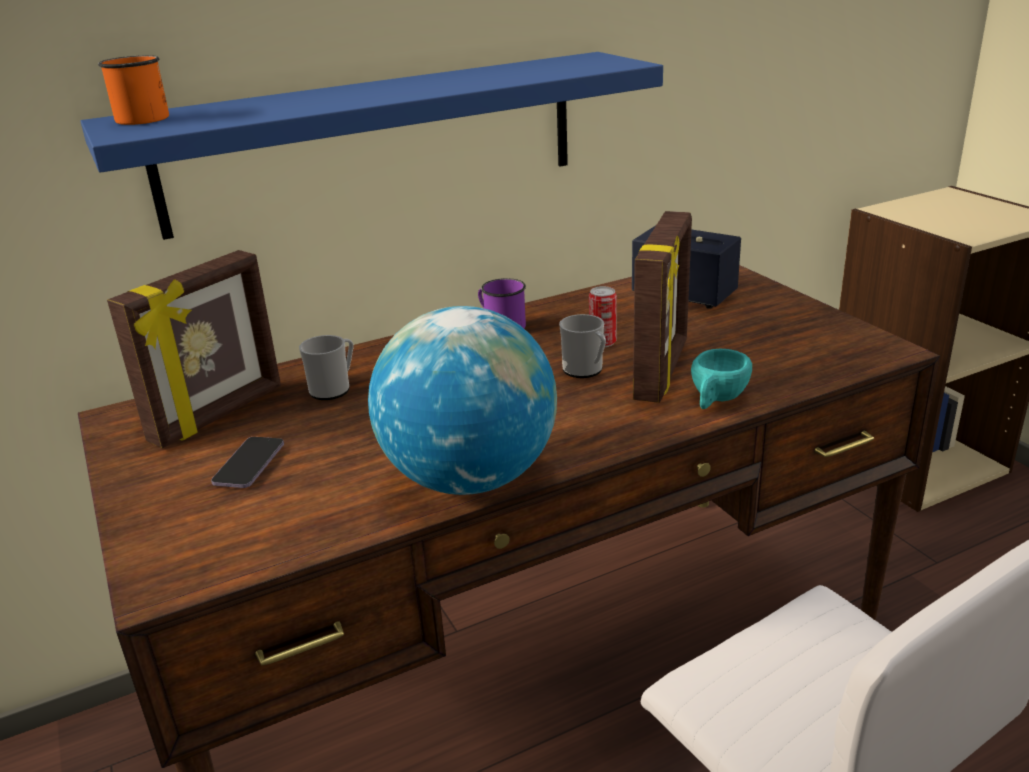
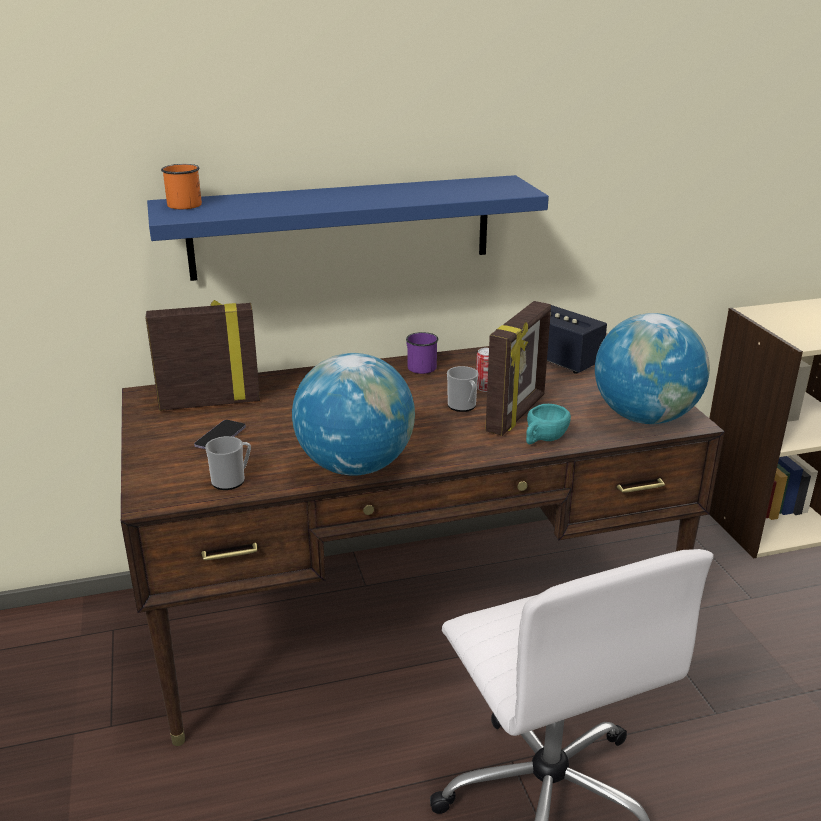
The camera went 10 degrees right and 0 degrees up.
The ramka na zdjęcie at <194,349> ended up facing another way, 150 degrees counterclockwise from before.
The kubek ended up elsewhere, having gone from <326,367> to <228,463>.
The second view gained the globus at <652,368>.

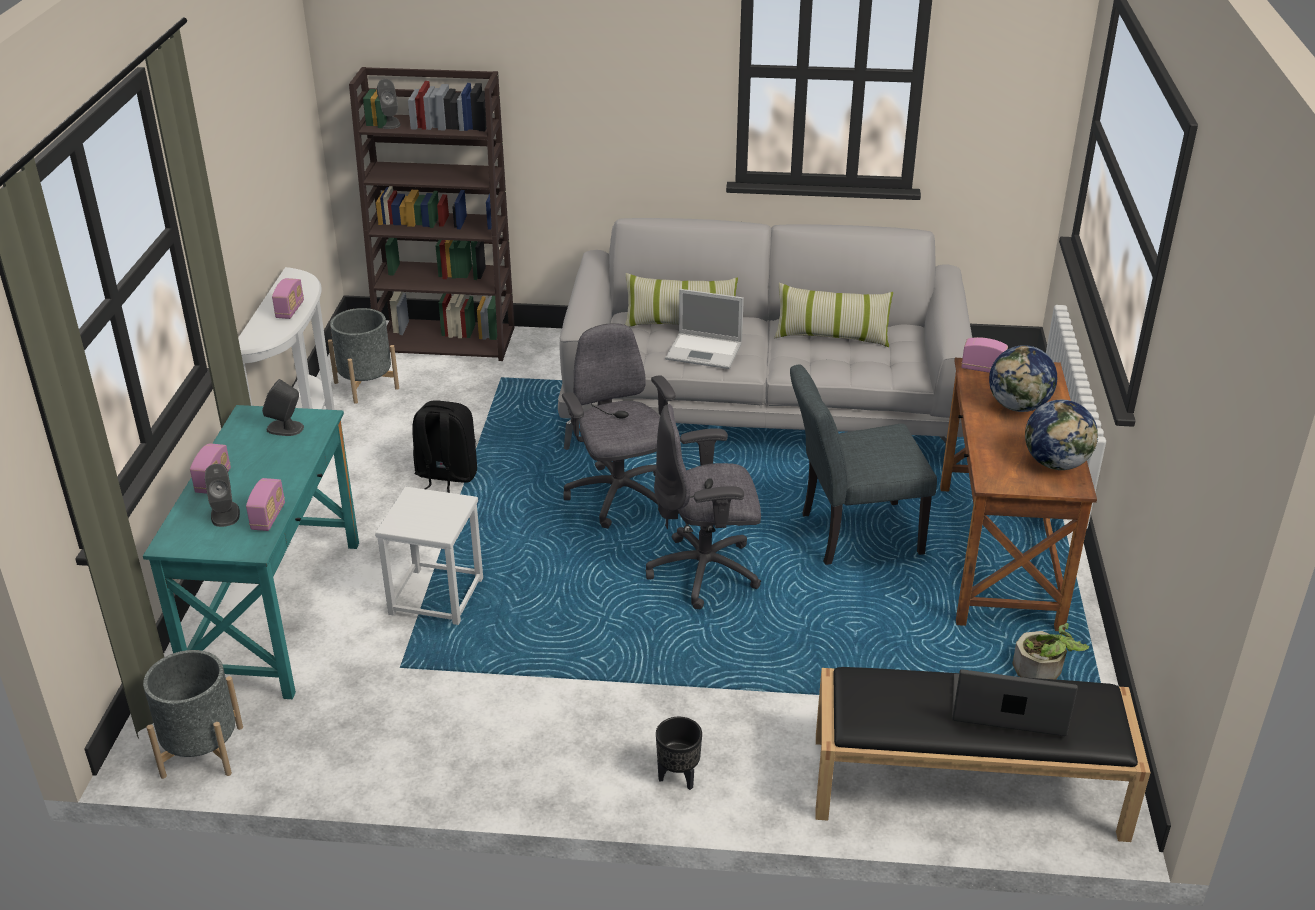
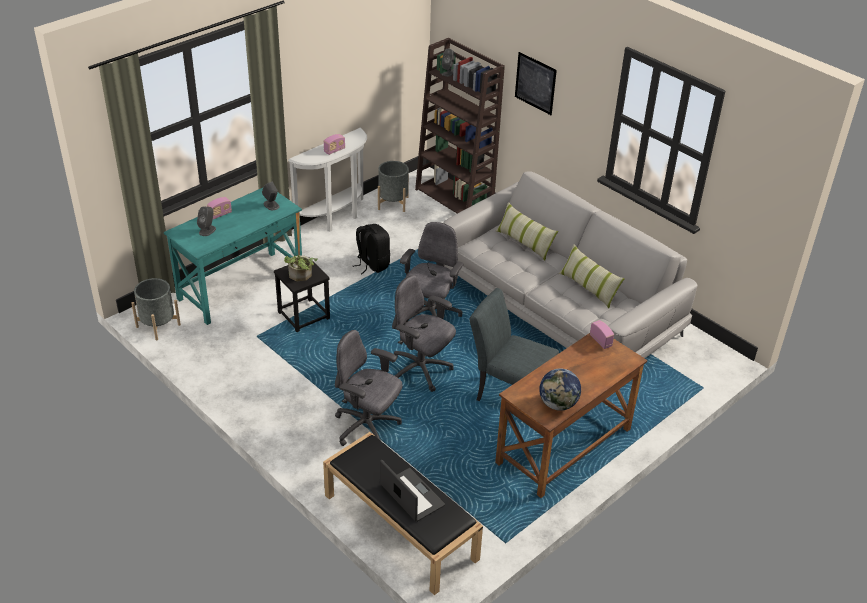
The camera went 40 degrees right and 5 degrees up.
The second view lost the radio at <265,504>.
What was the stołek [biały] at <429,556> turned into the stołek [czarny] at <302,297>.
The second view lost the donica [czarny] at <679,753>.
The second view lost the laptop at <704,329>.
The second view lost the globus at <1023,378>.
The roślina doniczkowa ended up elsewhere, having gone from <1051,651> to <301,268>.
The second view gained the krzesło biurowe [szary] at <369,388>.
The second view gained the obraz at <536,83>.

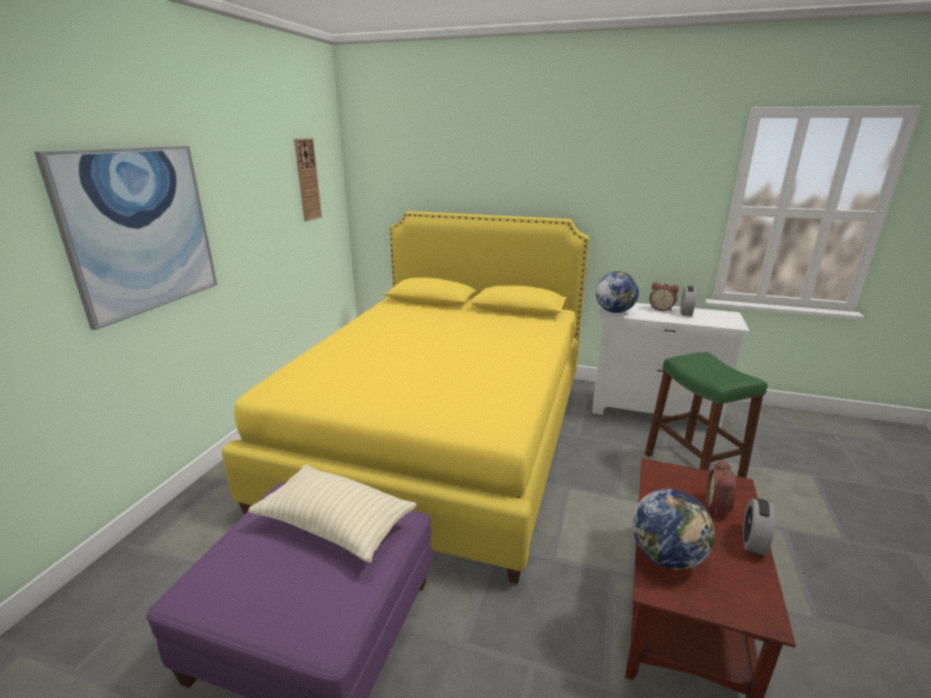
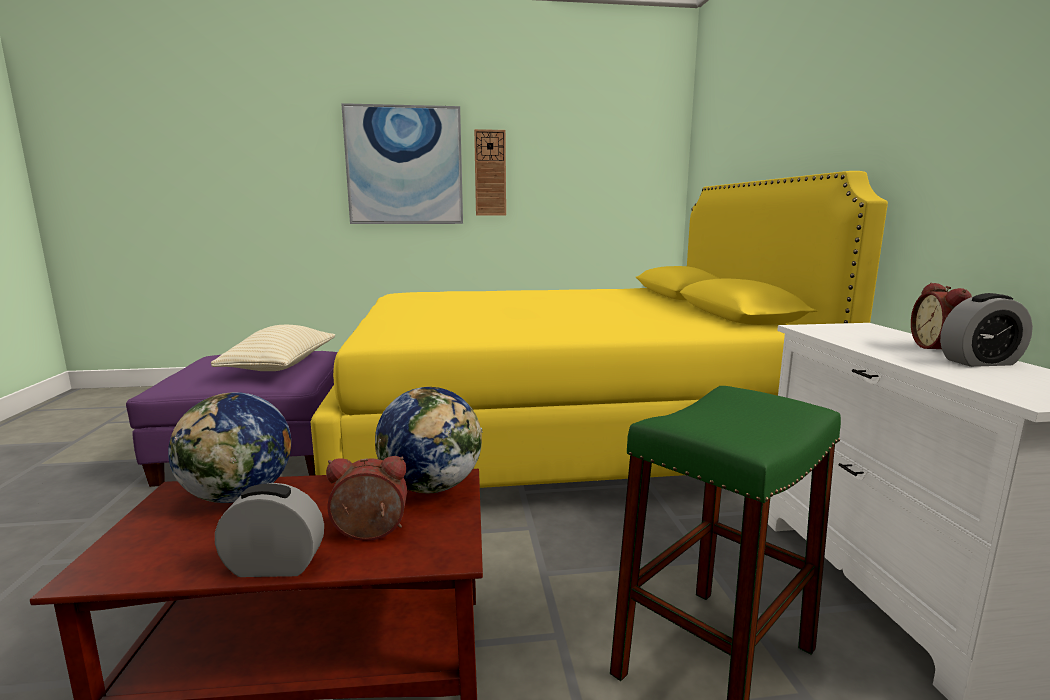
The camera went 65 degrees right and 10 degrees down.
The zegar ścienny ended up elsewhere, having gone from <308,179> to <490,172>.
The globus ended up elsewhere, having gone from <617,292> to <429,440>.

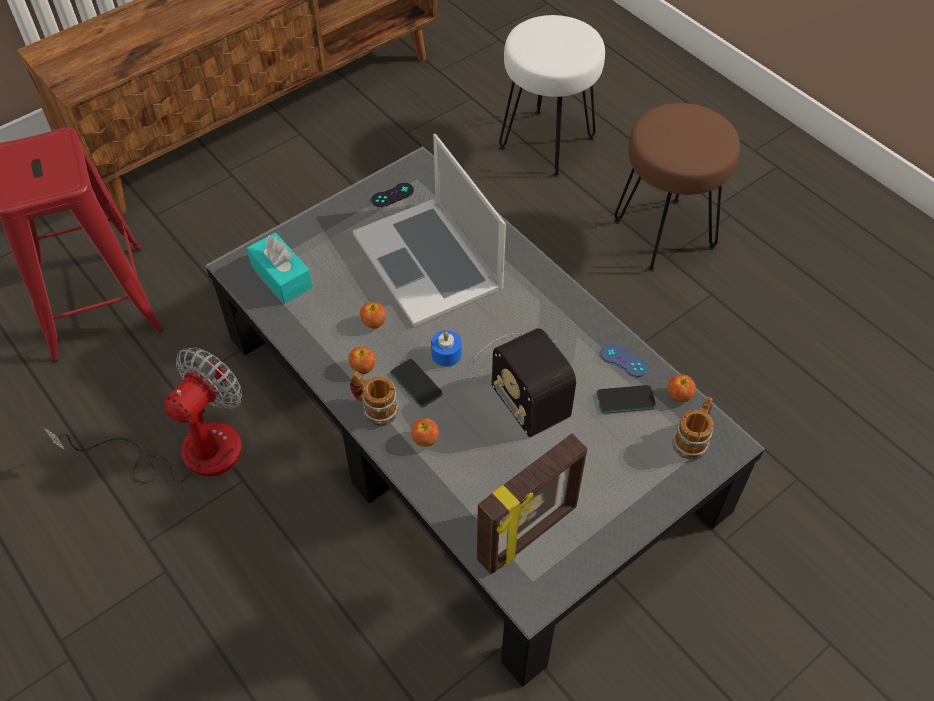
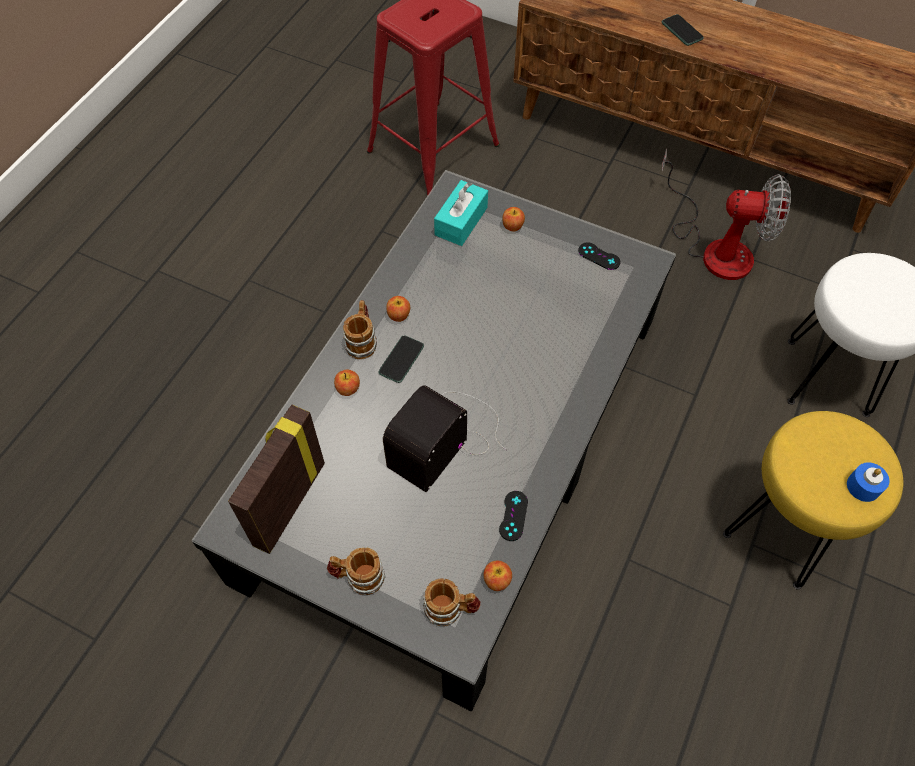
The camera went 65 degrees right and 5 degrees up.
The wentylator ended up elsewhere, having gone from <143,415> to <726,214>.
The second view lost the laptop at <429,230>.
The jabłko ended up elsewhere, having gone from <372,315> to <513,219>.
The świeca [niebieski] ended up elsewhere, having gone from <446,348> to <868,482>.
The ramka na zdjęcie at <532,504> ended up facing another way, 90 degrees clockwise from before.
The telefon ended up elsewhere, having gone from <626,399> to <683,30>.
What was the pad do gier [niebieski] at <624,360> turned into the pad do gier [czarny] at <513,516>.
What was the stołek [brązowy] at <677,187> turned into the stołek [żółty] at <813,500>.
The second view gained the kubek at <356,571>.

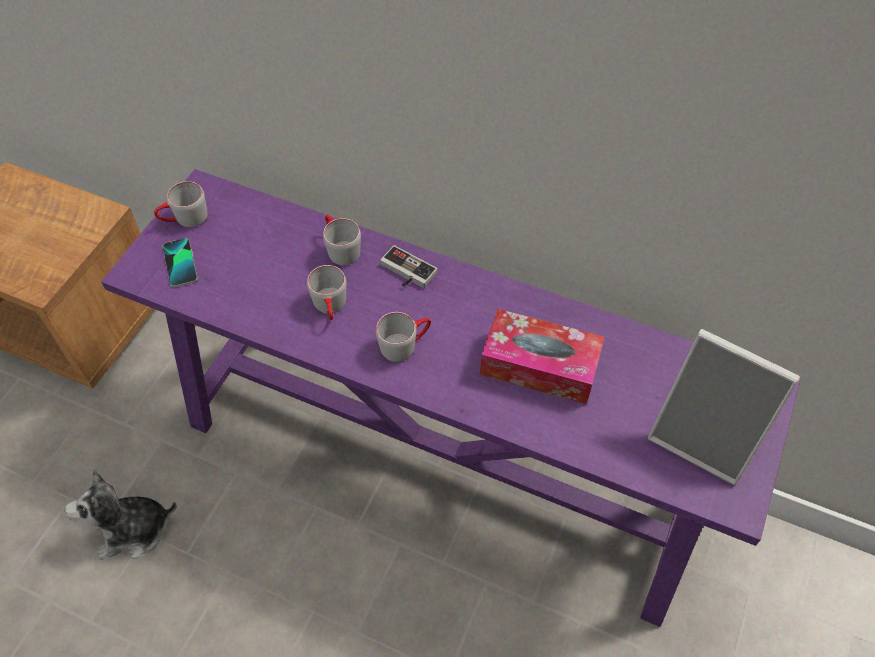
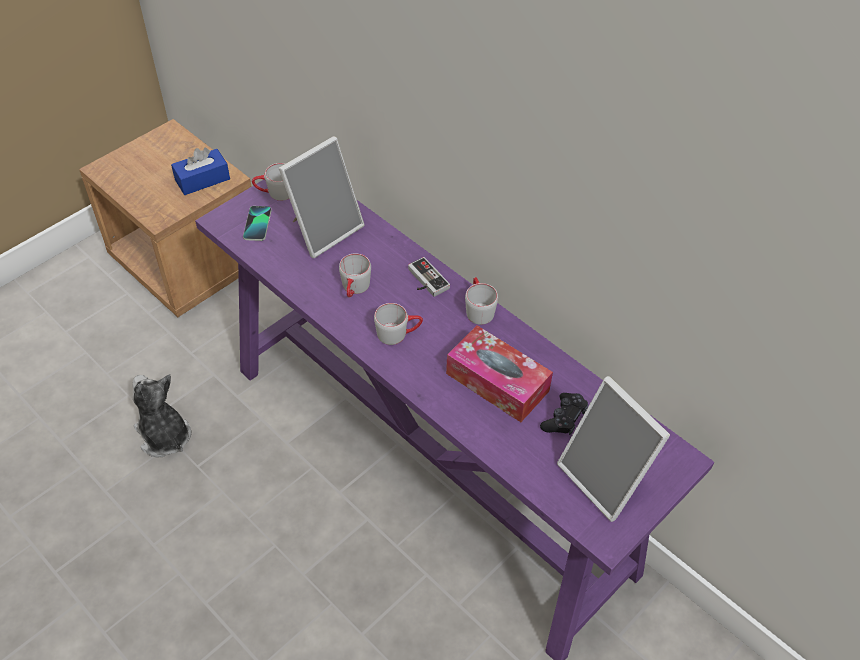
The camera went 20 degrees right and 5 degrees down.
The pluszak at <120,514> ended up facing another way, 45 degrees clockwise from before.
The kubek [szary] ended up elsewhere, having gone from <342,240> to <481,301>.
The second view gained the pudełko chusteczek [niebieski] at <200,171>.
The second view gained the ramka na zdjęcie at <322,197>.
The second view gained the pad do gier [czarny] at <564,414>.

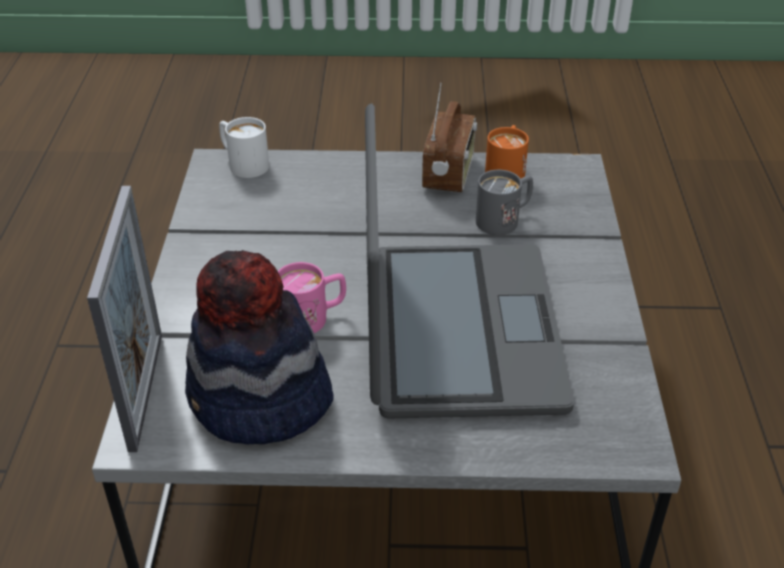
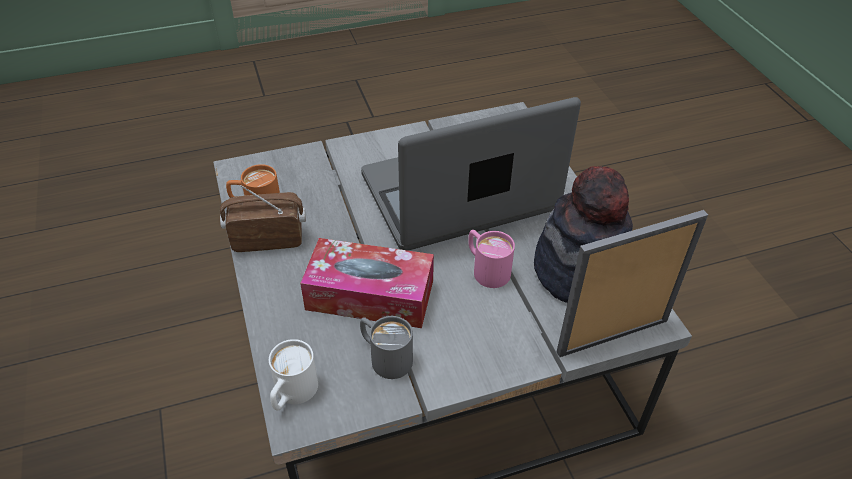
The camera went 110 degrees left and 5 degrees up.
The kubek [szary] ended up elsewhere, having gone from <504,202> to <386,347>.
The second view gained the pudełko chusteczek at <367,283>.

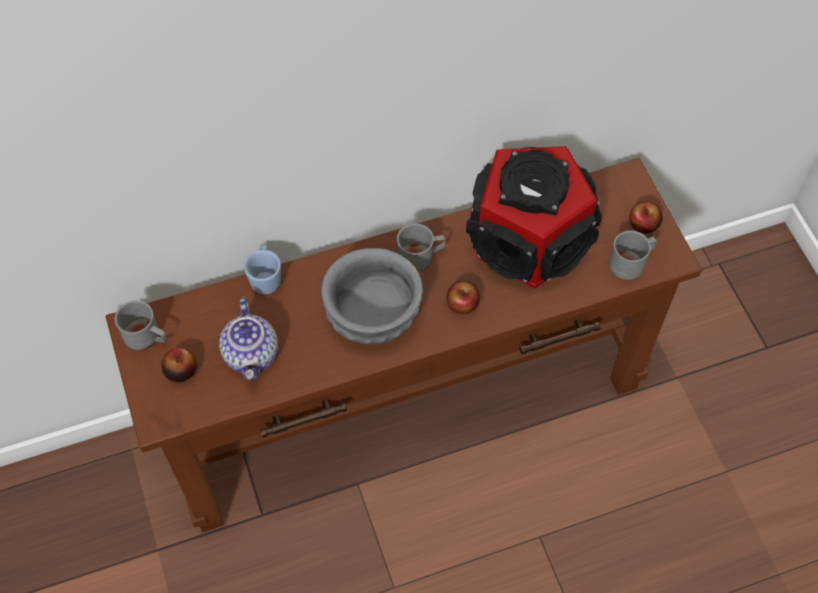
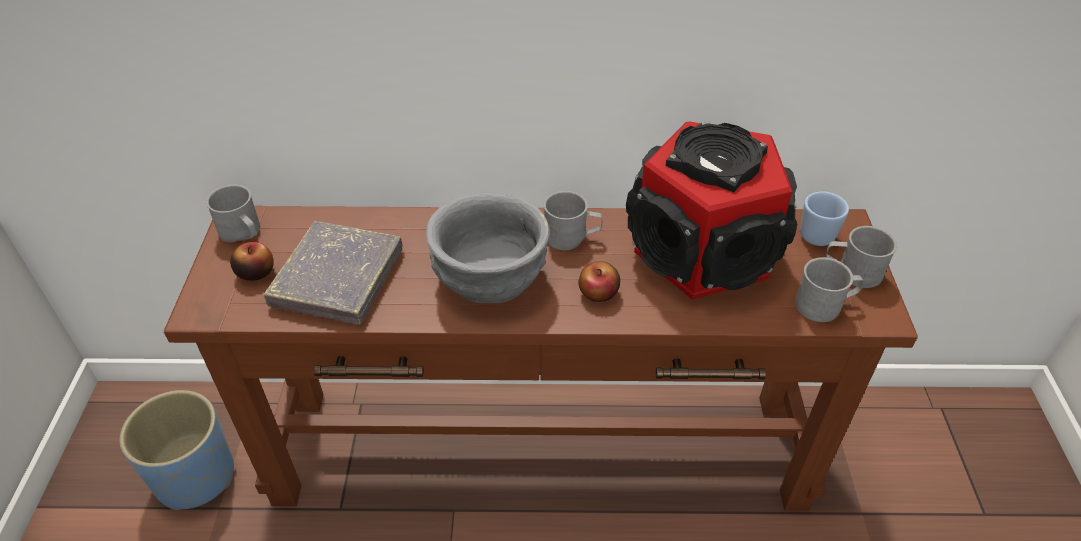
The camera went 20 degrees right and 15 degrees down.
Where the imbryk stood at <248,339>, the książka [szary] came to stand at <333,272>.
The kubek [niebieski] ended up elsewhere, having gone from <262,269> to <824,219>.
Where the jabłko stood at <646,218>, the kubek [szary] came to stand at <861,257>.
The second view gained the donica [niebieski] at <177,450>.

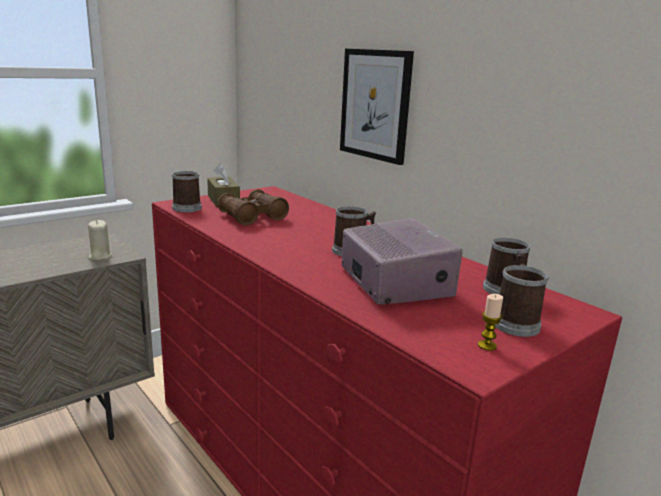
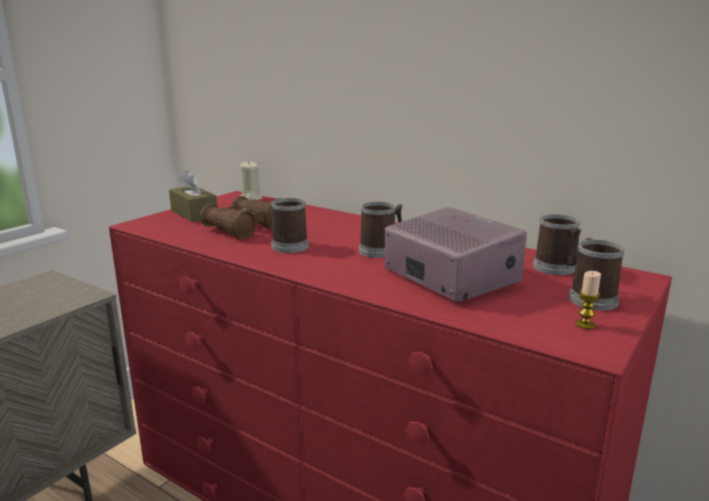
The camera went 15 degrees left and 0 degrees up.
The świeca [beżowy] ended up elsewhere, having gone from <100,240> to <251,180>.
The kubek ended up elsewhere, having gone from <187,191> to <290,225>.
The second view lost the obraz at <377,107>.

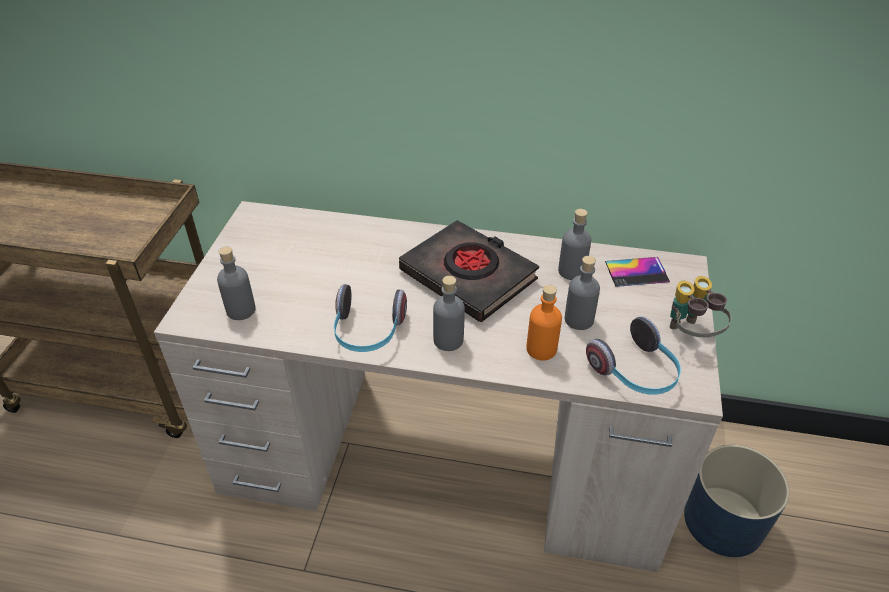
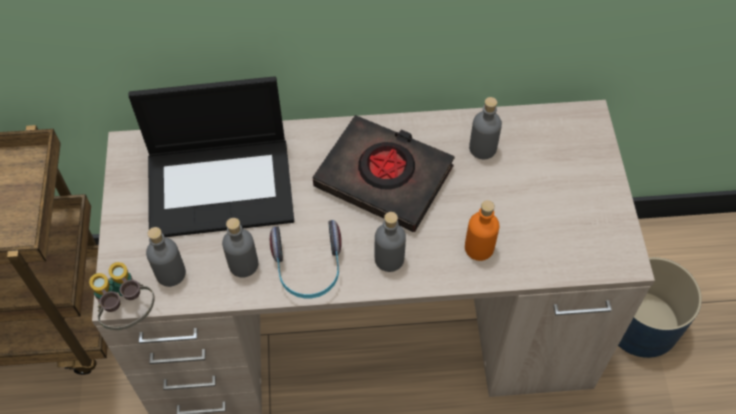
The camera went 15 degrees left and 15 degrees up.
The butelka [szary] ended up elsewhere, having gone from <582,293> to <240,248>.
The second view lost the słuchawki at <633,356>.
The second view lost the telefon at <637,272>.
The lornetka ended up elsewhere, having gone from <700,306> to <122,296>.
The second view gained the laptop at <211,156>.

